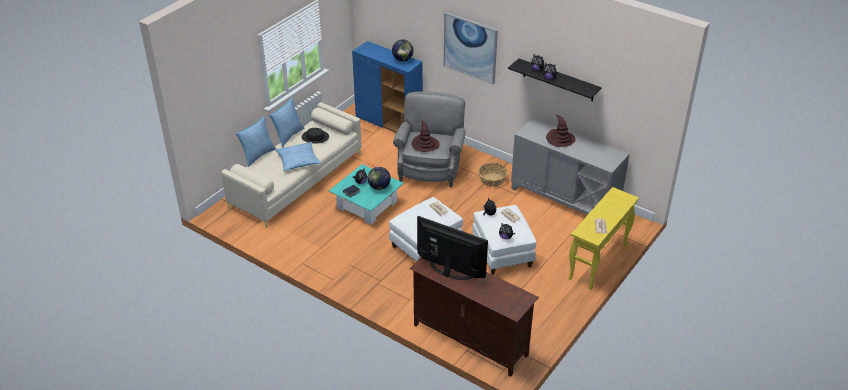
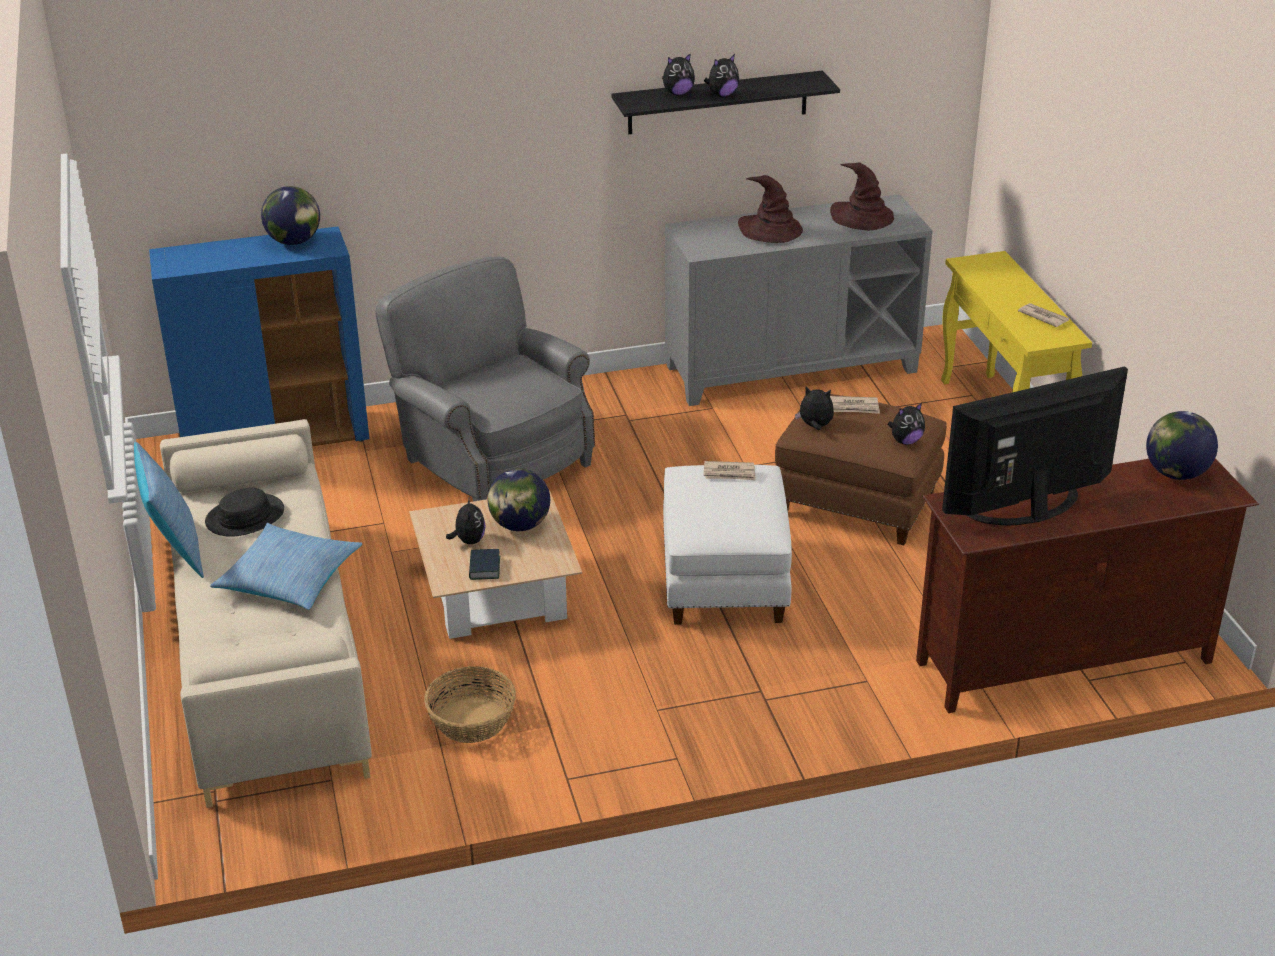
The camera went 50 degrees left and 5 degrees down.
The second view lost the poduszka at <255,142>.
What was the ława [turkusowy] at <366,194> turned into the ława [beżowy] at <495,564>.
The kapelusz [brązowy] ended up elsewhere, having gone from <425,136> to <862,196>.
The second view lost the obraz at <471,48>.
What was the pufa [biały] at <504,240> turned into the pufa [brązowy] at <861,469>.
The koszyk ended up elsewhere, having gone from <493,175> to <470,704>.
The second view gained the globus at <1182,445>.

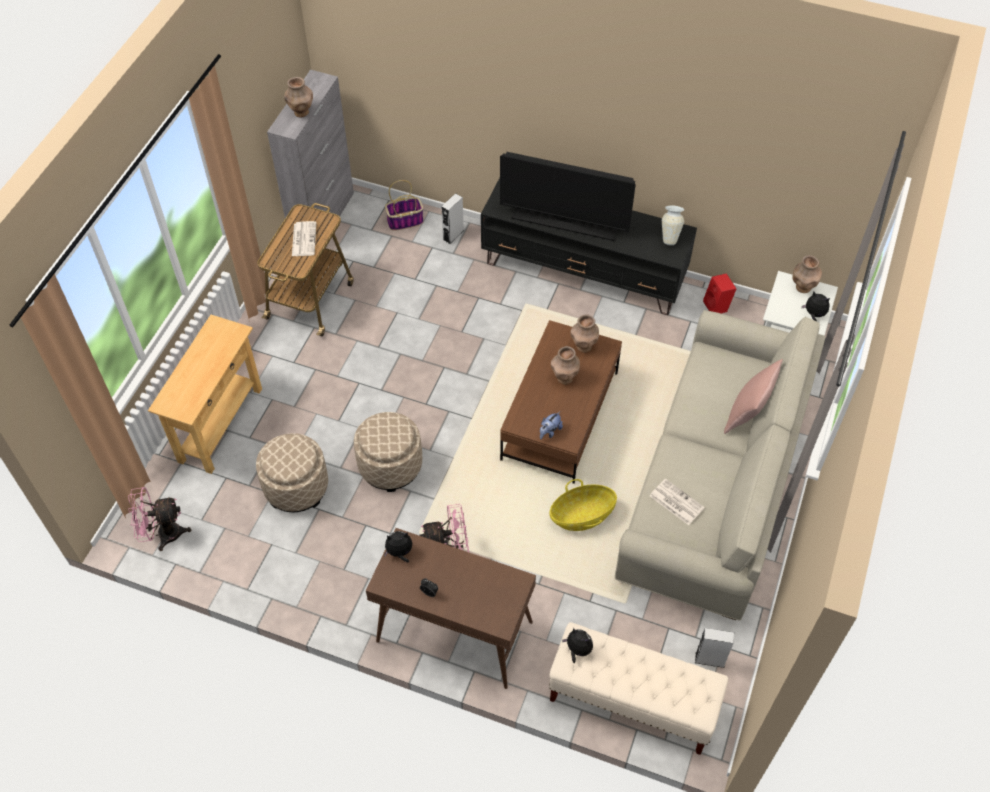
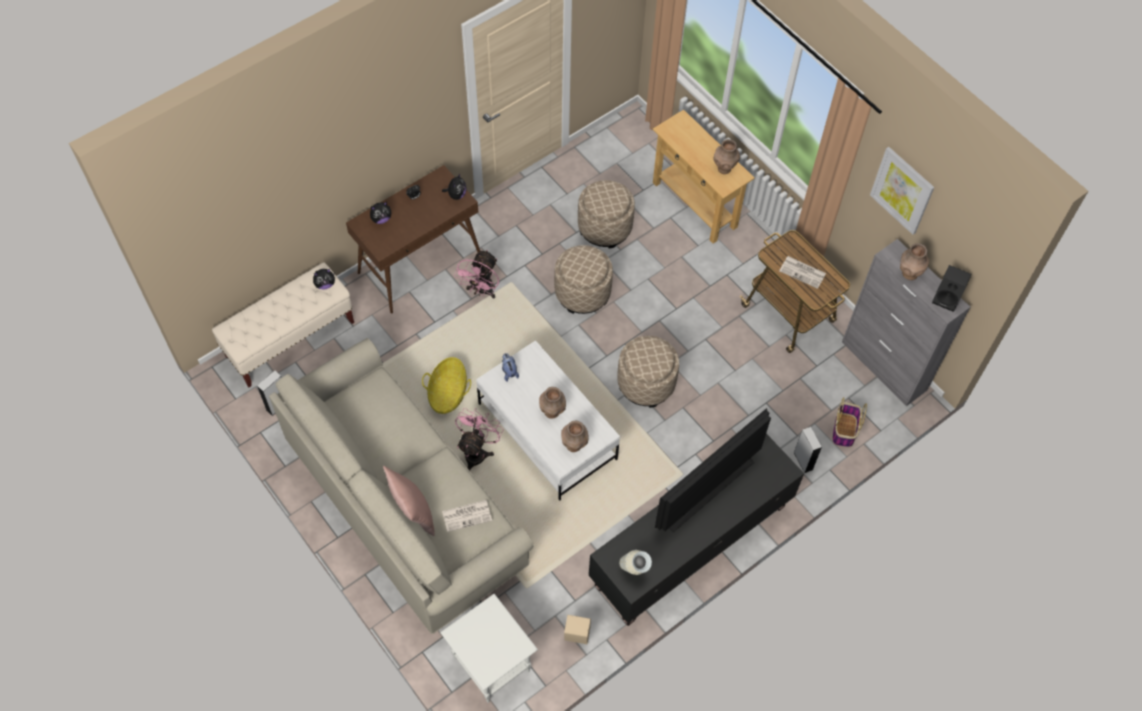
The camera went 120 degrees right and 5 degrees up.
The wentylator [różowy] ended up elsewhere, having gone from <159,519> to <479,439>.
What was the ława [brązowy] at <561,402> turned into the ława [biały] at <548,420>.
The gazeta ended up elsewhere, having gone from <677,501> to <467,516>.
What was the głośnik [czerwony] at <720,293> turned into the głośnik [beżowy] at <577,629>.
The wazon [brązowy] ended up elsewhere, having gone from <807,274> to <727,156>.
The pluszak ended up elsewhere, having gone from <816,306> to <380,213>.
The second view gained the pufa [beżowy] at <648,372>.
The second view gained the obraz at <902,191>.
The second view gained the głośnik [czarny] at <952,288>.

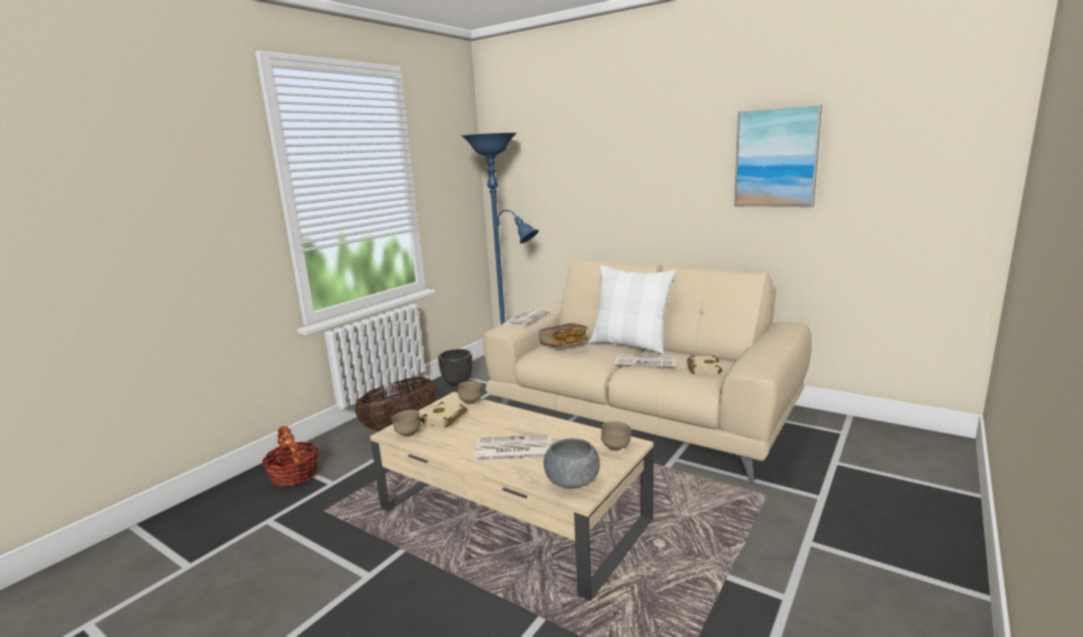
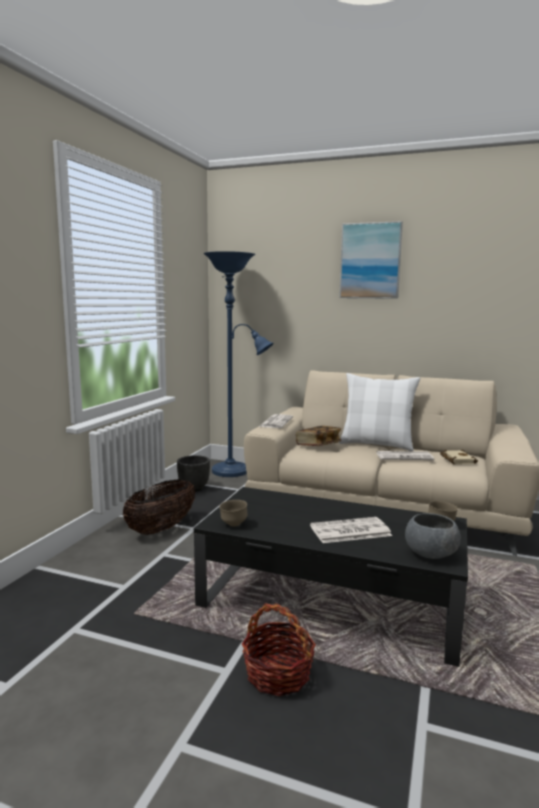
The camera went 15 degrees left and 5 degrees down.
The koszyk ended up elsewhere, having gone from <290,456> to <279,649>.
What was the ława [beżowy] at <511,496> turned into the ława [czarny] at <331,577>.
The second view lost the książka [beżowy] at <444,414>.
The second view lost the miska [brązowy] at <469,392>.
The obraz ended up elsewhere, having gone from <778,156> to <371,260>.

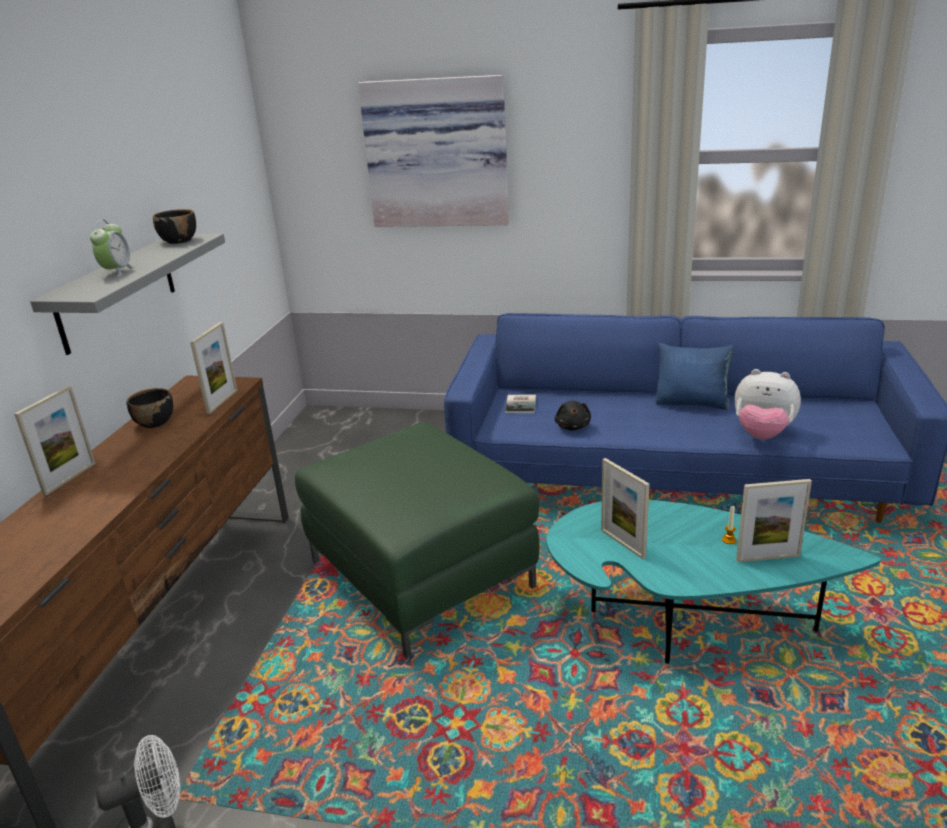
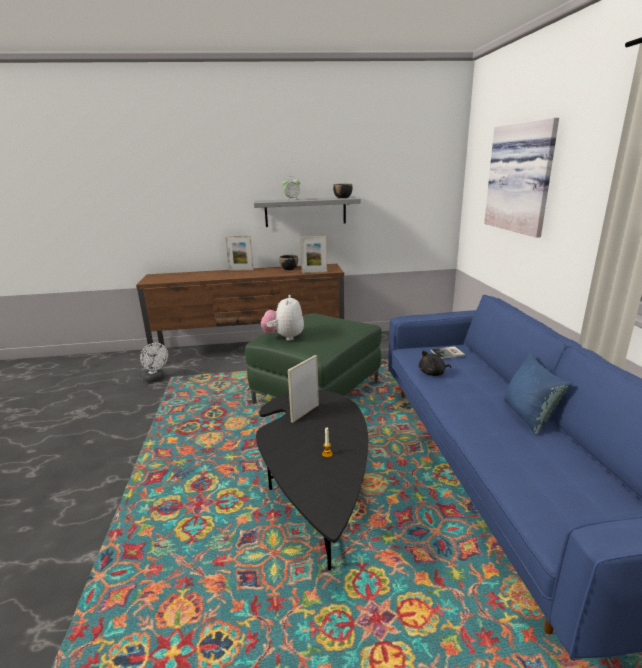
The camera went 70 degrees right and 5 degrees down.
What was the ława [turkusowy] at <713,582> turned into the ława [czarny] at <312,479>.
The pluszak ended up elsewhere, having gone from <767,404> to <282,318>.
The second view lost the ramka na zdjęcie at <774,520>.

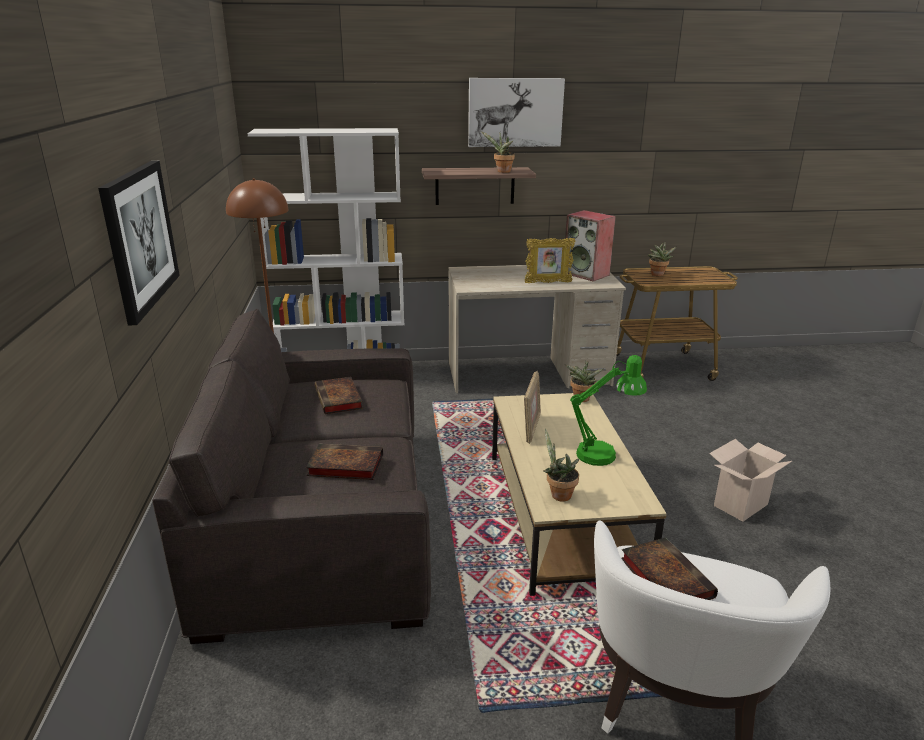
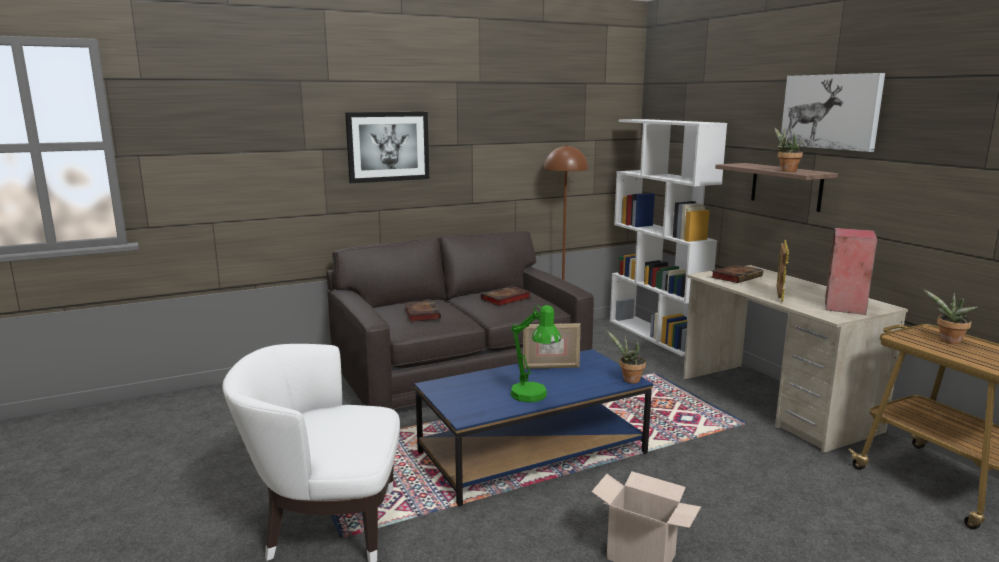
The camera went 70 degrees right and 10 degrees down.
What was the ława [beżowy] at <579,494> turned into the ława [niebieski] at <533,428>.
The ramka na zdjęcie at <550,260> ended up facing another way, 135 degrees counterclockwise from before.
The second view lost the roślina doniczkowa at <561,465>.
The książka ended up elsewhere, having gone from <670,568> to <737,274>.

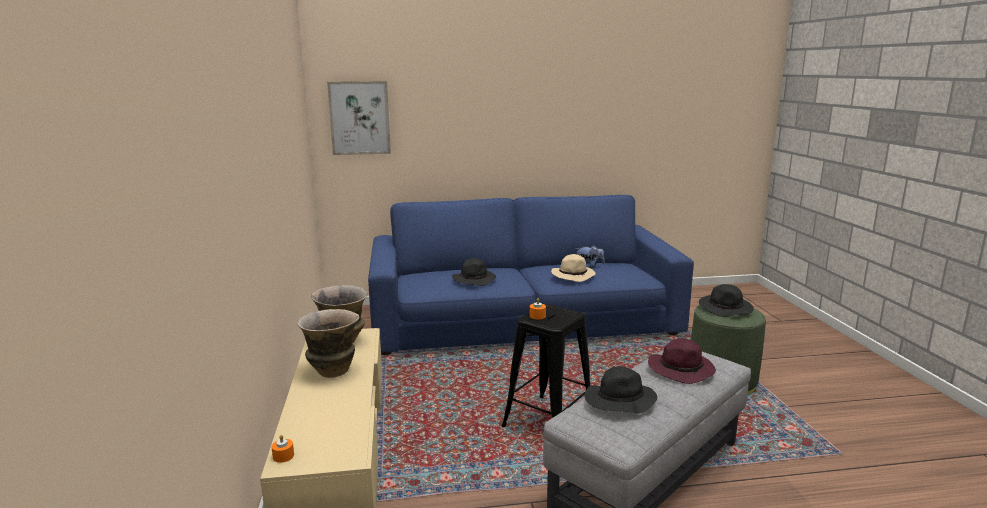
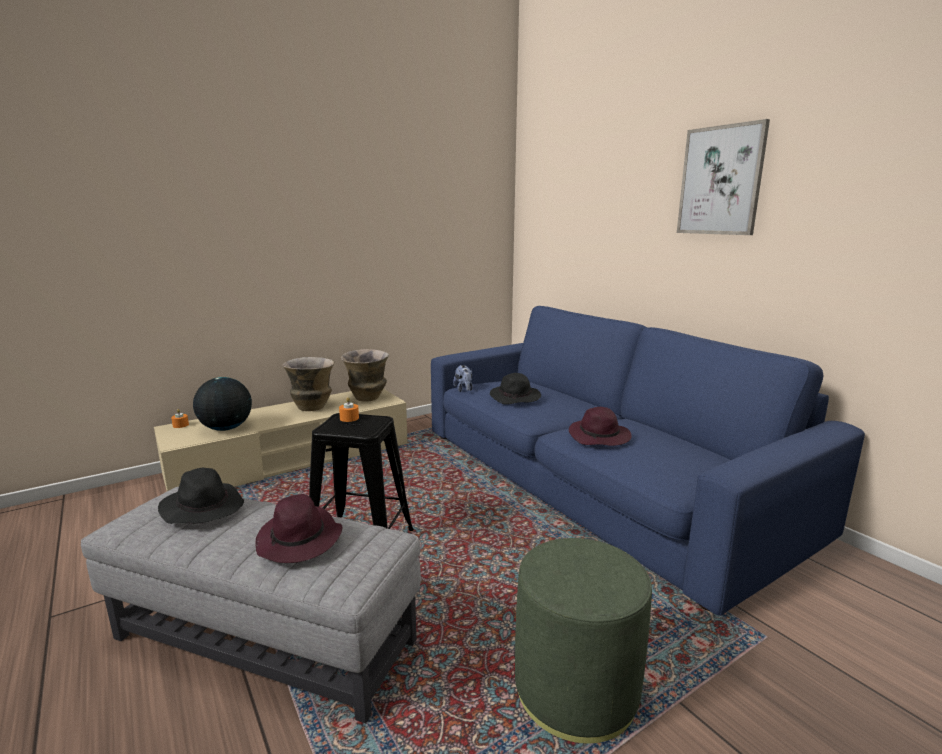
The camera went 65 degrees right and 0 degrees up.
The obraz ended up elsewhere, having gone from <359,118> to <723,177>.
What was the kapelusz [beżowy] at <573,268> turned into the kapelusz [fioletowy] at <600,426>.
The pluszak ended up elsewhere, having gone from <590,256> to <463,378>.
The second view lost the kapelusz [czarny] at <726,300>.
The second view gained the globus at <222,404>.

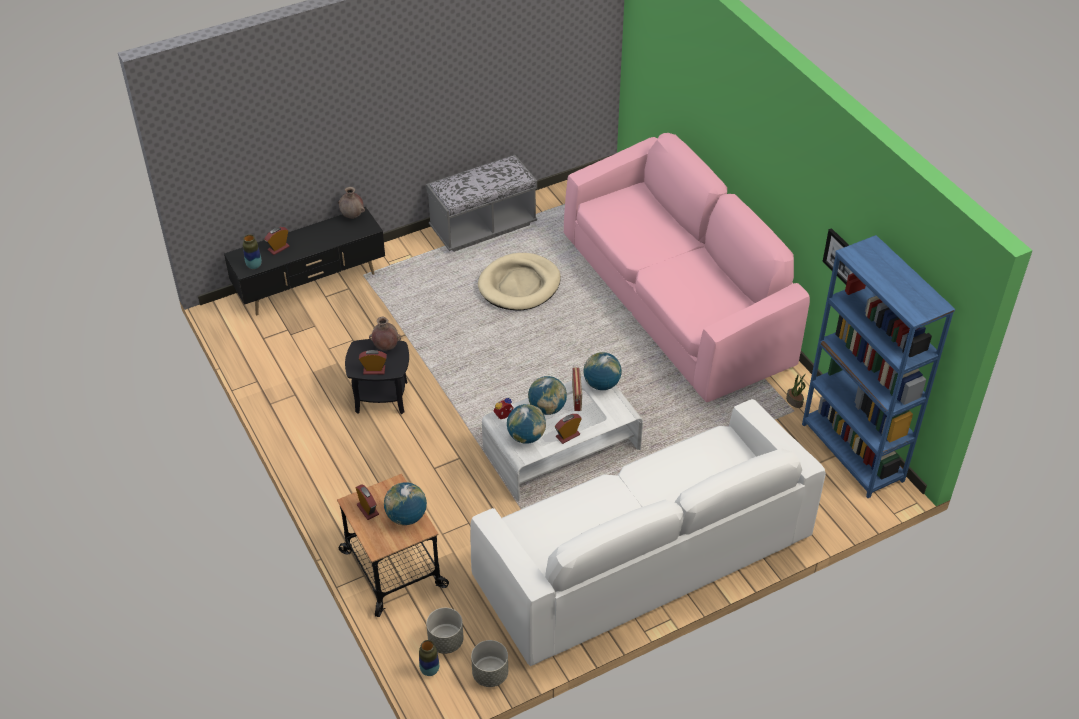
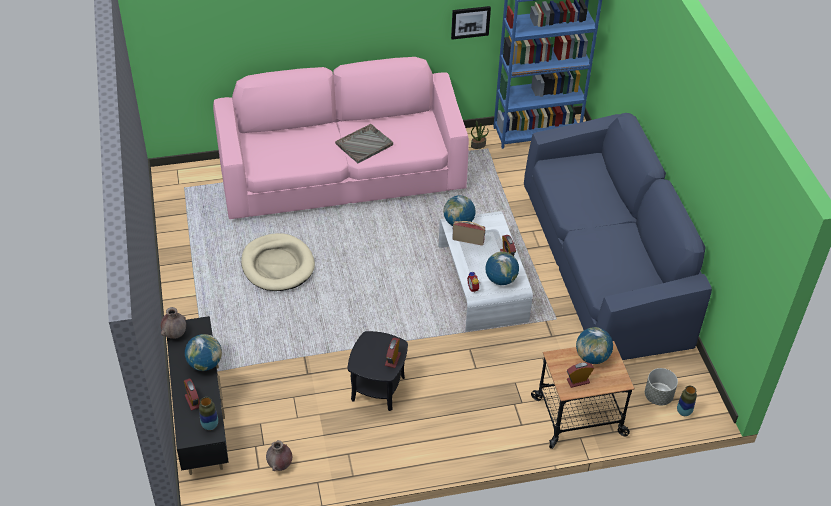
The camera went 75 degrees left and 0 degrees up.
The wazon [brązowy] ended up elsewhere, having gone from <385,334> to <279,455>.
The second view lost the ławka [szary] at <481,203>.
What was the kanapa [biały] at <648,532> turned into the kanapa [niebieski] at <618,236>.
The second view lost the donica [szary] at <489,663>.
The globus ended up elsewhere, having gone from <547,395> to <203,352>.
The second view gained the taca [szary] at <364,143>.

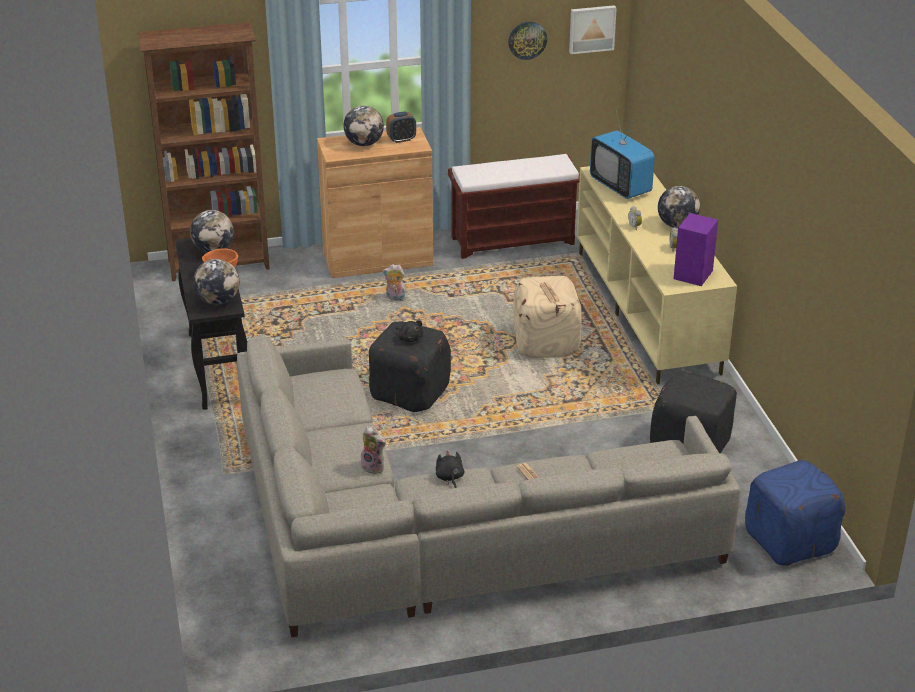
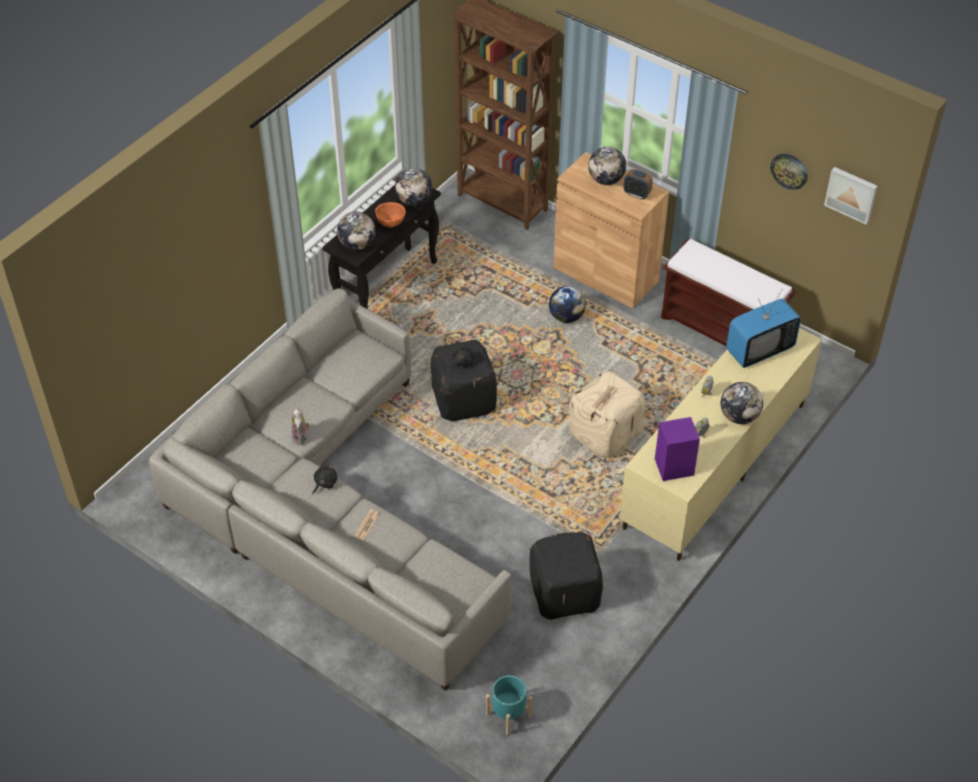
The camera went 50 degrees right and 15 degrees up.
Where the pluszak stood at <394,282>, the globus came to stand at <567,304>.
The telewizor at <622,154> ended up facing another way, 135 degrees counterclockwise from before.
Where the pufa [niebieski] stood at <795,513>, the donica [turkusowy] came to stand at <509,705>.

